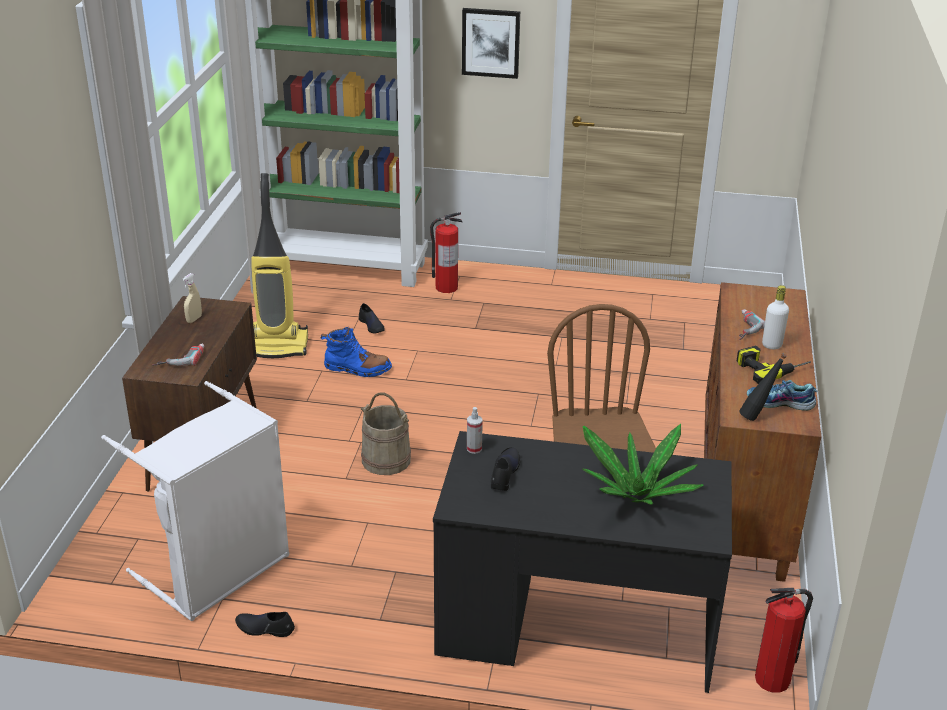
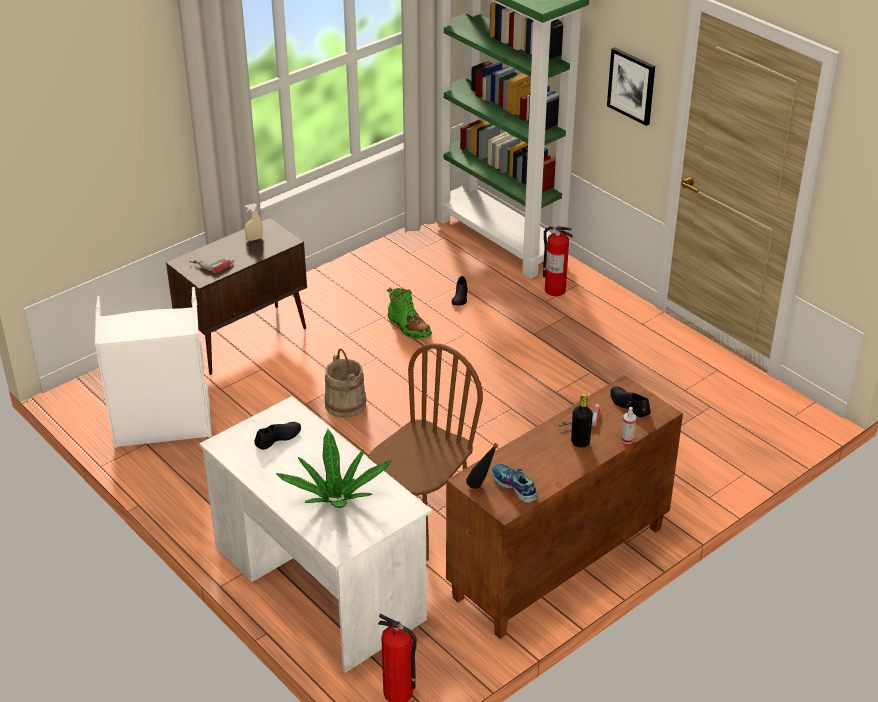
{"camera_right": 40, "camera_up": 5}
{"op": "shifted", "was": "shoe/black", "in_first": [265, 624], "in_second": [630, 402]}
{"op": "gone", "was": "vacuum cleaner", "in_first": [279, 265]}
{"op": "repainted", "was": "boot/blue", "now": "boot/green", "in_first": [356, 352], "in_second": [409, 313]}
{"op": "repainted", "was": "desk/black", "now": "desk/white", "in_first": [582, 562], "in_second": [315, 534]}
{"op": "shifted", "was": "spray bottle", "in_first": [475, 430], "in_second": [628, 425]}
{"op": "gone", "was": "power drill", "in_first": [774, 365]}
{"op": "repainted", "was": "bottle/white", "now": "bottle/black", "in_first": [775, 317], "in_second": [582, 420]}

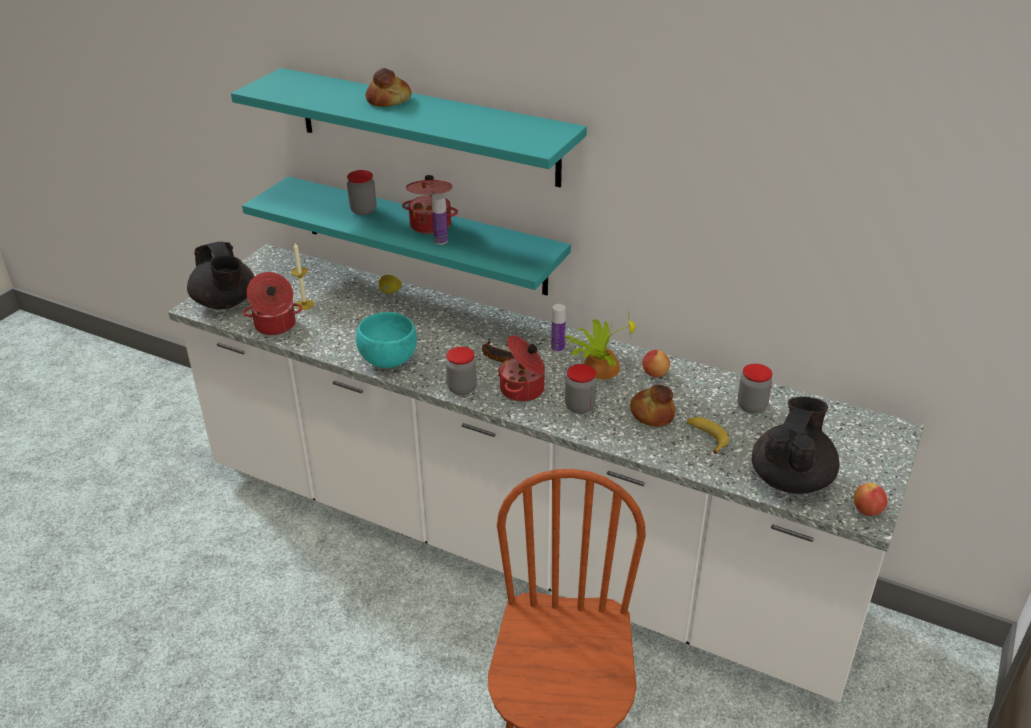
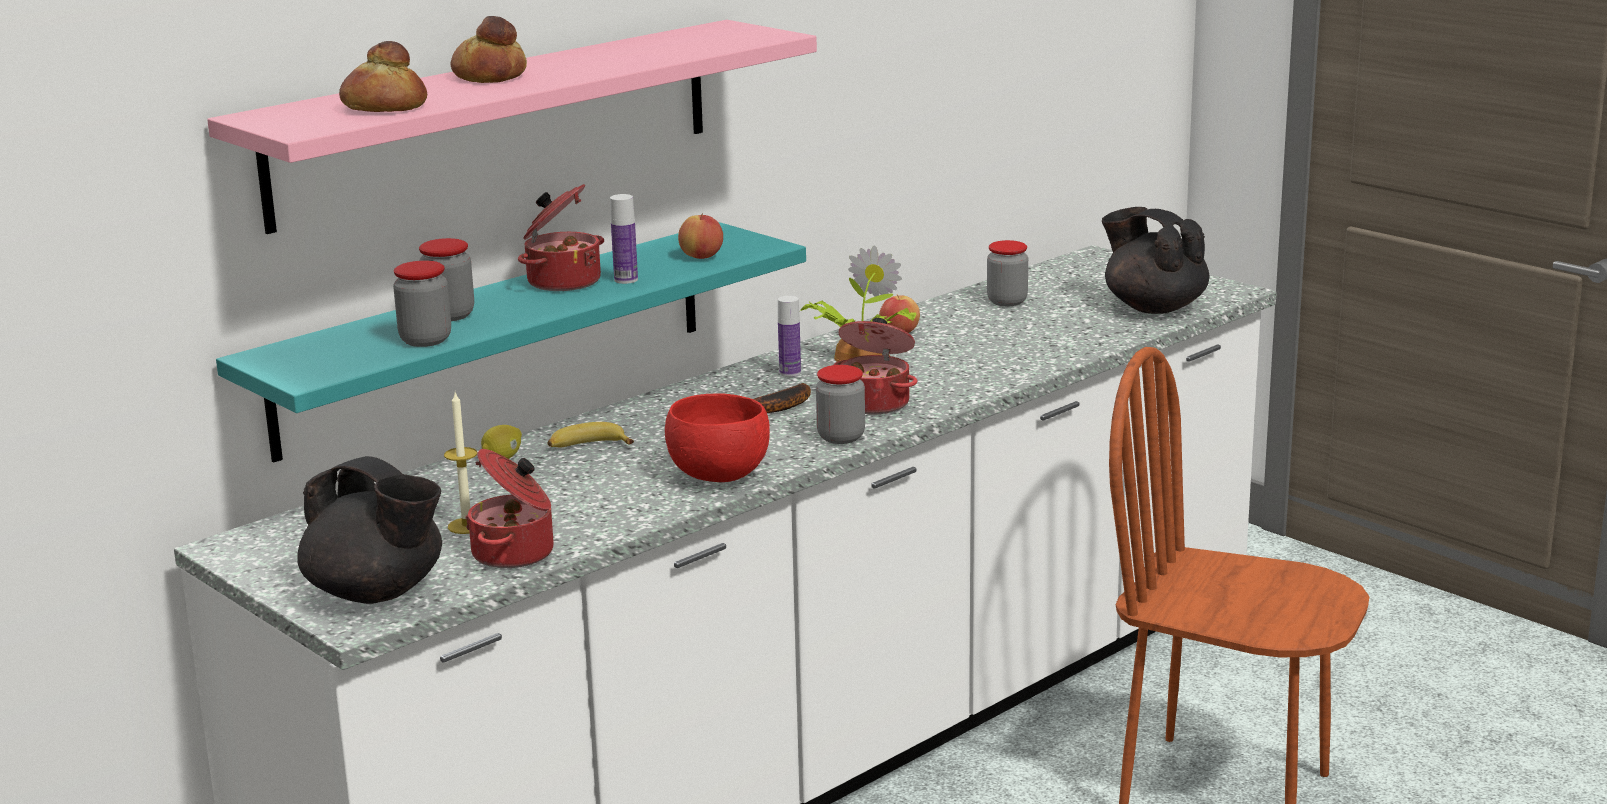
{"camera_right": -70, "camera_up": -15}
{"op": "rotated", "was": "teapot/black", "in_first": [221, 275], "in_second": [369, 530], "clockwise": 45}
{"op": "repainted", "was": "shelf/turquoise", "now": "shelf/pink", "in_first": [409, 127], "in_second": [512, 127]}
{"op": "repainted", "was": "bowl/turquoise", "now": "bowl/red", "in_first": [386, 340], "in_second": [717, 437]}
{"op": "shifted", "was": "jar", "in_first": [581, 389], "in_second": [422, 303]}
{"op": "shifted", "was": "bread", "in_first": [653, 406], "in_second": [383, 76]}
{"op": "shifted", "was": "banana", "in_first": [708, 435], "in_second": [591, 434]}
{"op": "shifted", "was": "apple", "in_first": [871, 499], "in_second": [700, 236]}

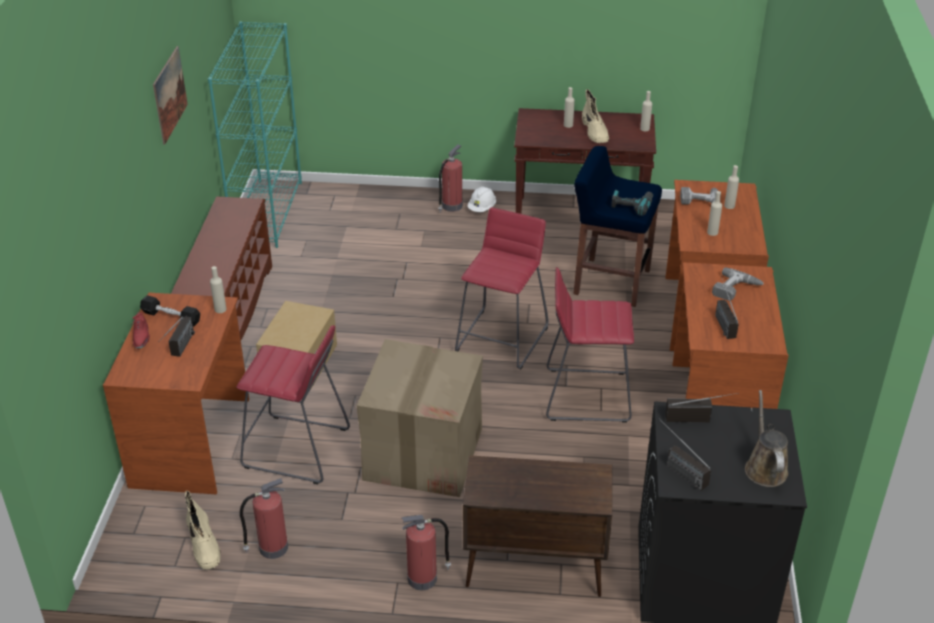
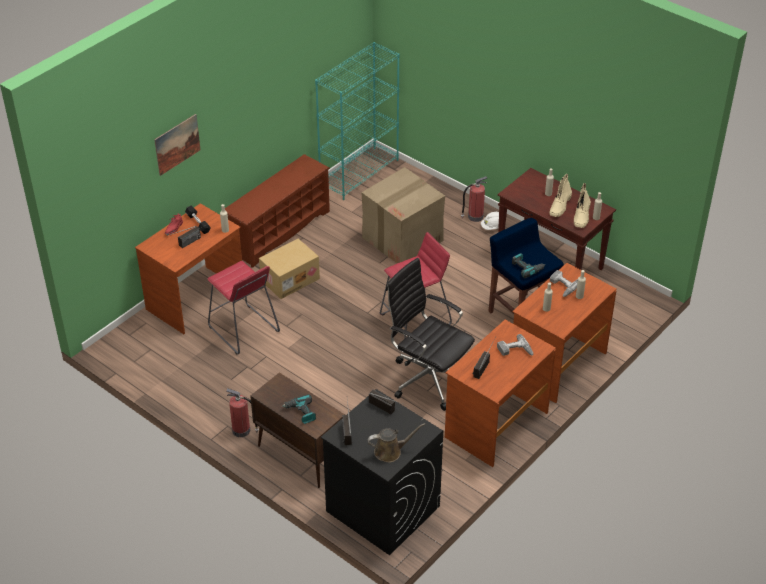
{"camera_right": 35, "camera_up": 5}
{"op": "shifted", "was": "picture", "in_first": [170, 95], "in_second": [177, 145]}
{"op": "shifted", "was": "boot/beige", "in_first": [203, 530], "in_second": [582, 205]}
{"op": "gone", "was": "fire extinguisher", "in_first": [264, 518]}
{"op": "shifted", "was": "cardboard box", "in_first": [420, 418], "in_second": [403, 215]}
{"op": "swapped", "was": "stool/red", "now": "office chair/black", "in_first": [590, 344], "in_second": [430, 334]}
{"op": "rotated", "was": "watering can/brown", "in_first": [766, 438], "in_second": [396, 442], "clockwise": 45}
{"op": "new", "now": "power drill", "in_second": [299, 409]}

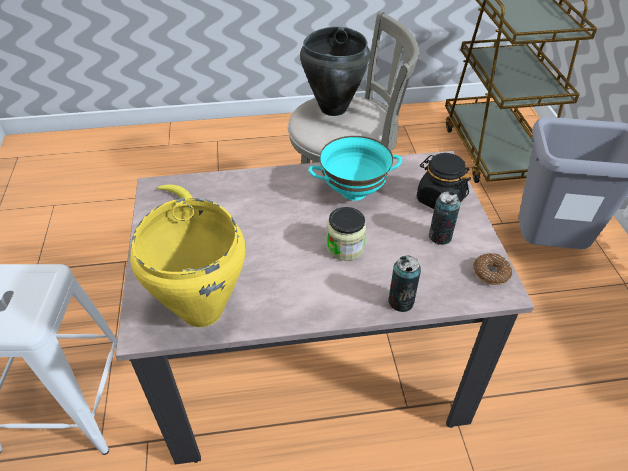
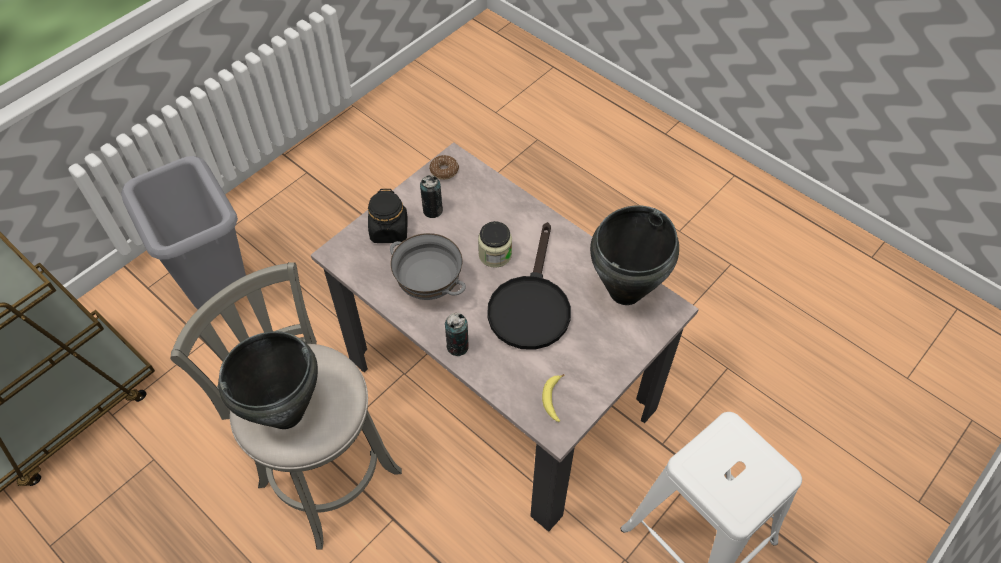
{"camera_right": -130, "camera_up": 10}
{"op": "repainted", "was": "cooking pot/yellow", "now": "cooking pot/black", "in_first": [187, 262], "in_second": [634, 255]}
{"op": "repainted", "was": "bowl/turquoise", "now": "bowl/grey", "in_first": [355, 168], "in_second": [428, 266]}
{"op": "shifted", "was": "can", "in_first": [404, 283], "in_second": [457, 334]}
{"op": "new", "now": "frying pan/black", "in_second": [529, 286]}

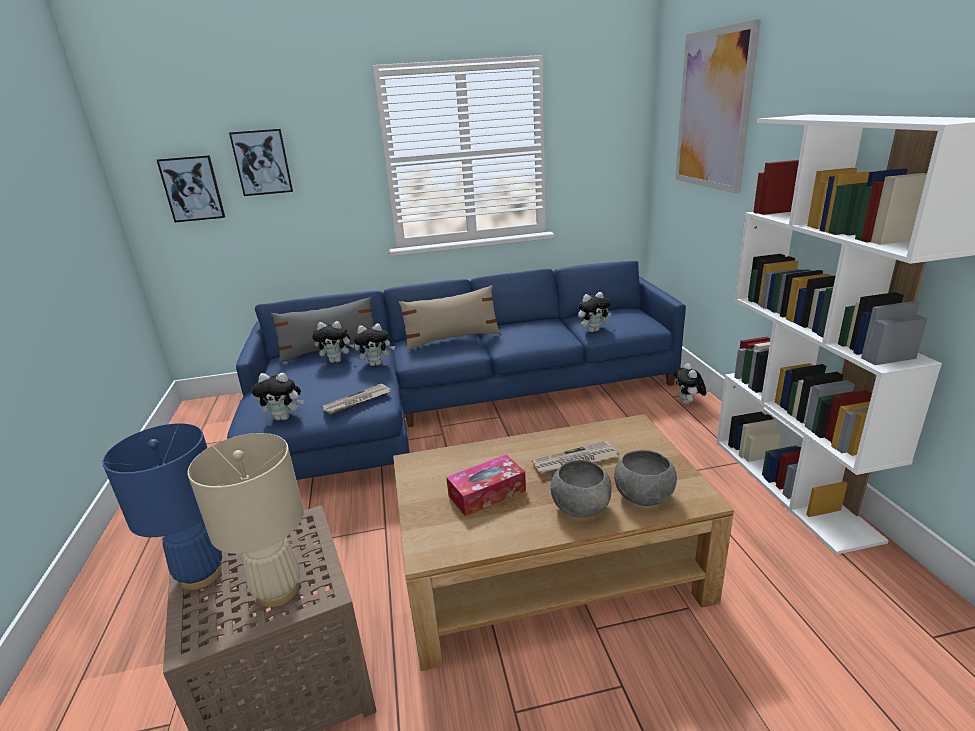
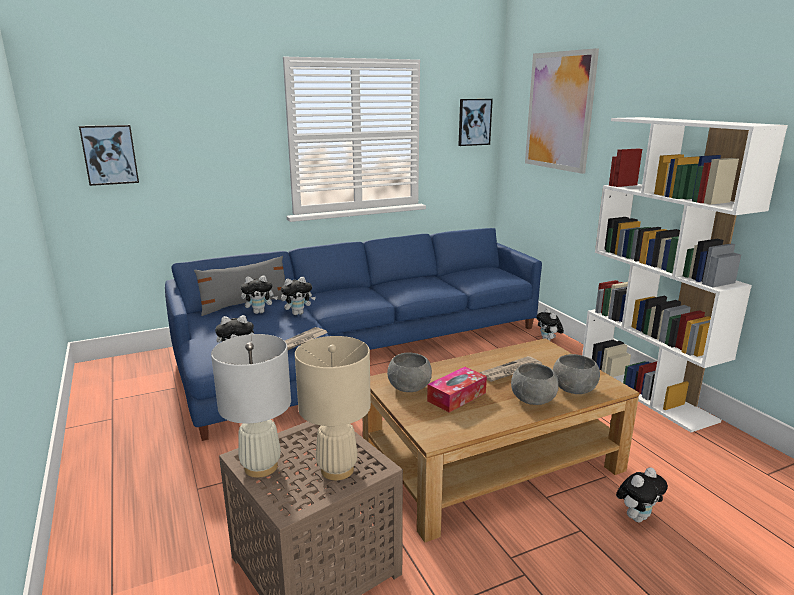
{"camera_right": -15, "camera_up": -5}
{"op": "repainted", "was": "table lamp/blue", "now": "table lamp/white", "in_first": [162, 506], "in_second": [251, 406]}
{"op": "shifted", "was": "picture", "in_first": [261, 162], "in_second": [475, 122]}
{"op": "gone", "was": "pillow/beige", "in_first": [450, 318]}
{"op": "shifted", "was": "plush toy", "in_first": [595, 312], "in_second": [642, 494]}
{"op": "new", "now": "bowl/grey", "in_second": [409, 372]}

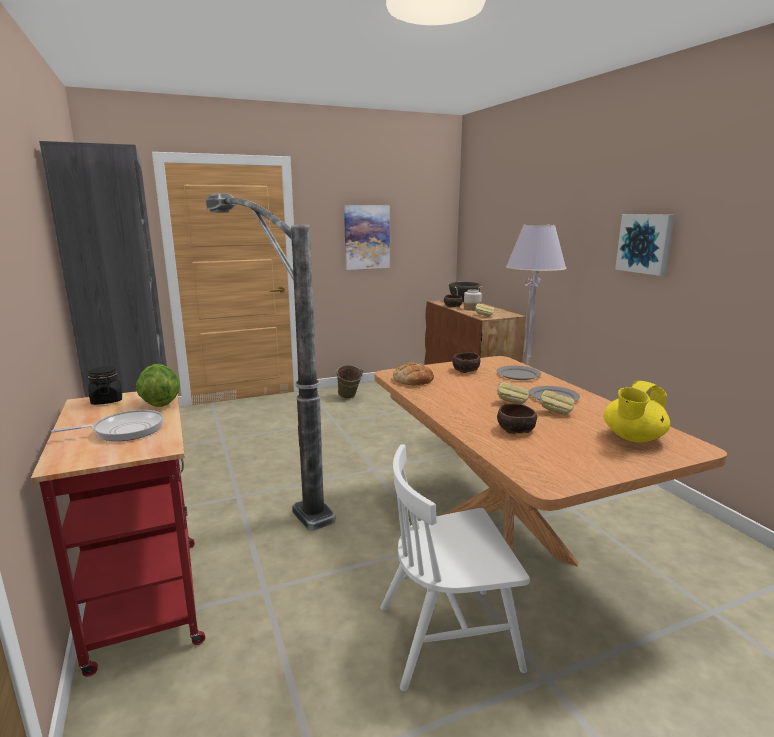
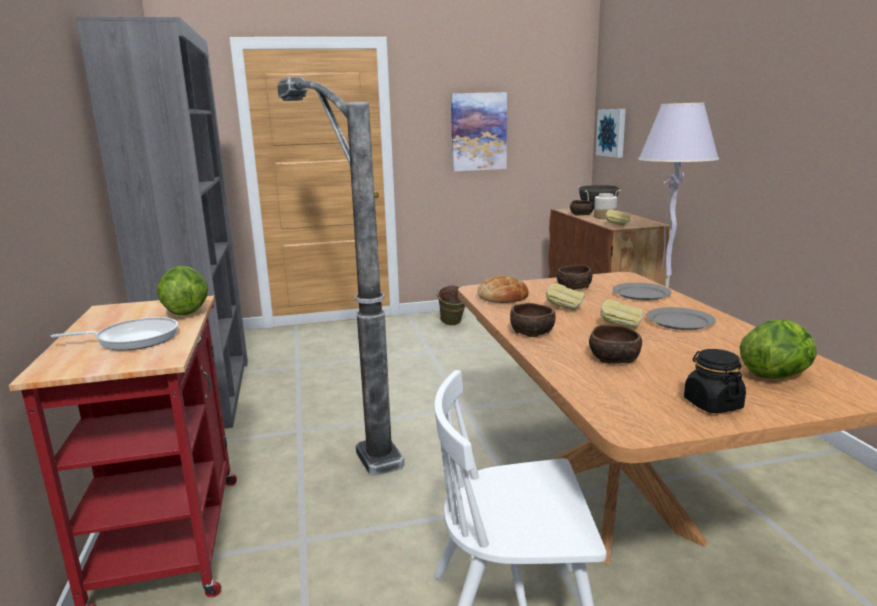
{"camera_right": 10, "camera_up": 0}
{"op": "shifted", "was": "jar/black", "in_first": [105, 385], "in_second": [715, 381]}
{"op": "shifted", "was": "bread", "in_first": [557, 402], "in_second": [565, 297]}
{"op": "swapped", "was": "teapot/yellow", "now": "lettuce", "in_first": [637, 411], "in_second": [778, 349]}
{"op": "shifted", "was": "picture", "in_first": [644, 245], "in_second": [611, 133]}
{"op": "new", "now": "bowl/brown", "in_second": [533, 320]}

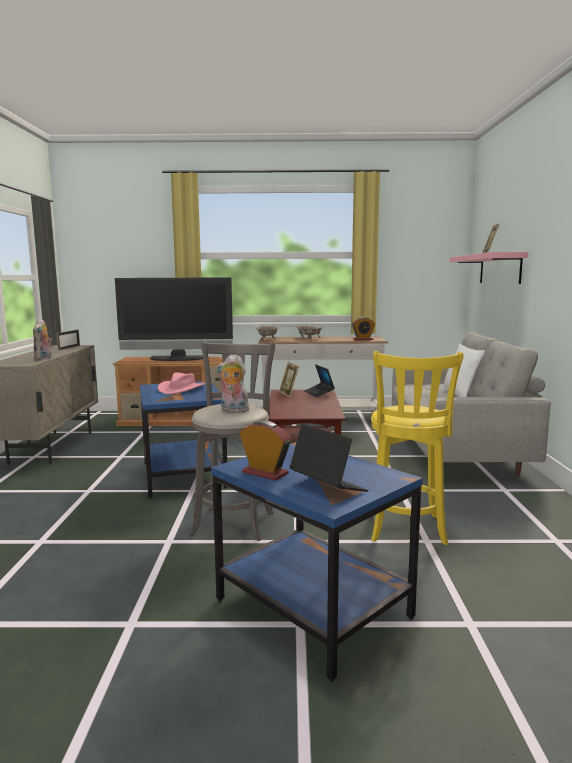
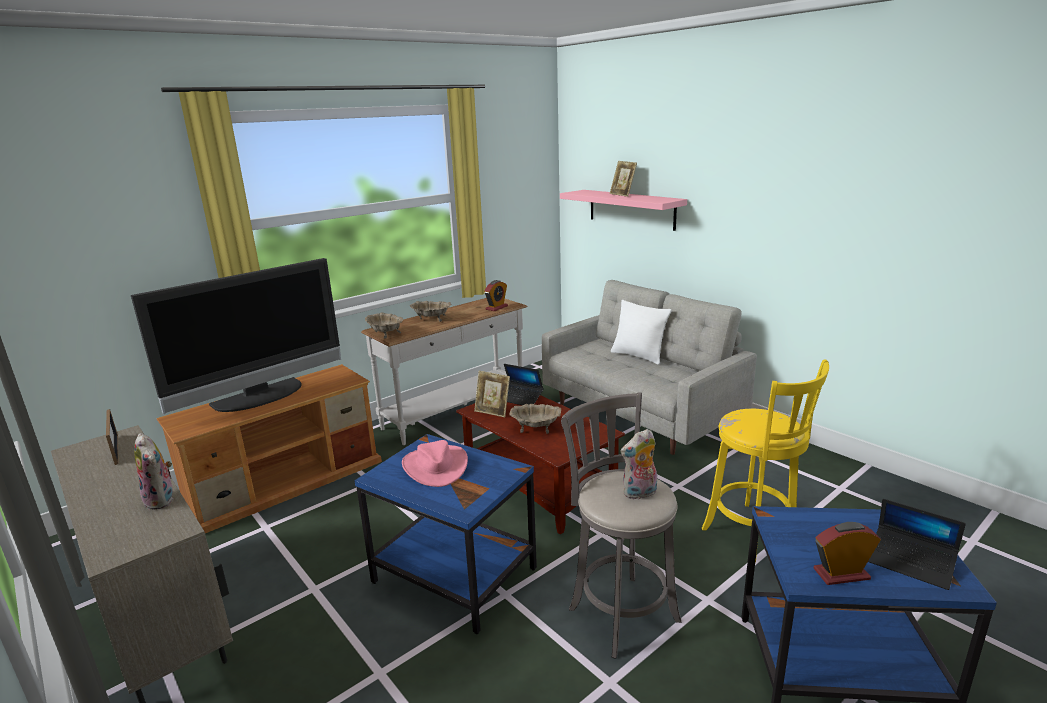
{"camera_right": -40, "camera_up": 10}
{"op": "rotated", "was": "laptop", "in_first": [329, 458], "in_second": [917, 544], "clockwise": -150}
{"op": "new", "now": "bowl/beige", "in_second": [535, 419]}

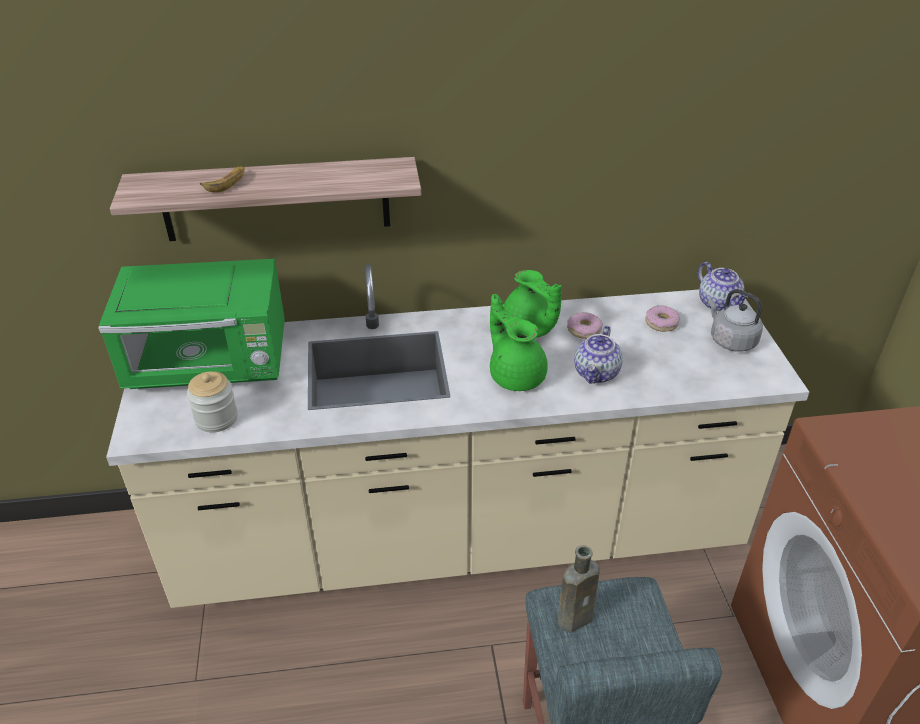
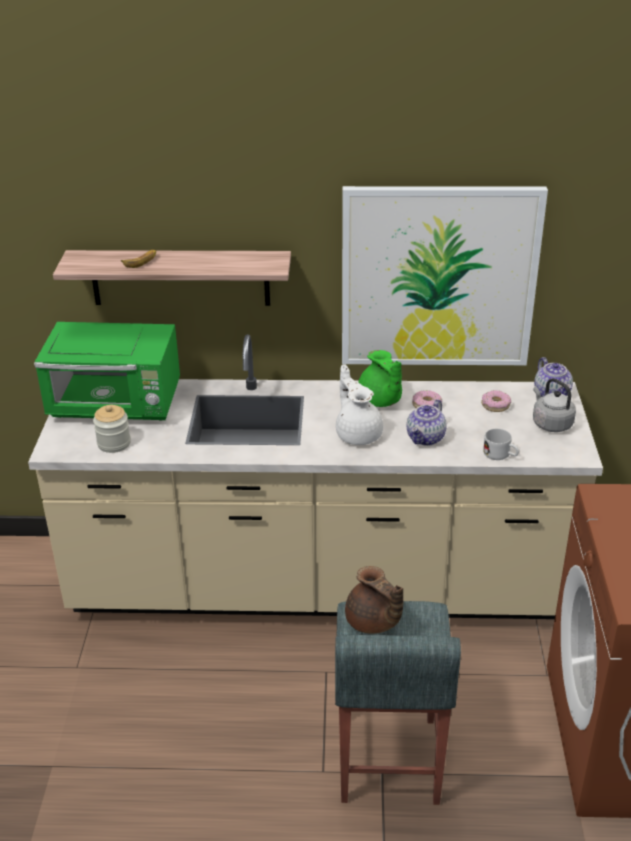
{"camera_right": 10, "camera_up": -5}
{"op": "repainted", "was": "teapot/green", "now": "teapot/white", "in_first": [519, 342], "in_second": [359, 404]}
{"op": "swapped", "was": "bottle/brown", "now": "teapot/brown", "in_first": [578, 588], "in_second": [374, 600]}
{"op": "new", "now": "picture", "in_second": [445, 275]}
{"op": "new", "now": "mug/white", "in_second": [501, 444]}

